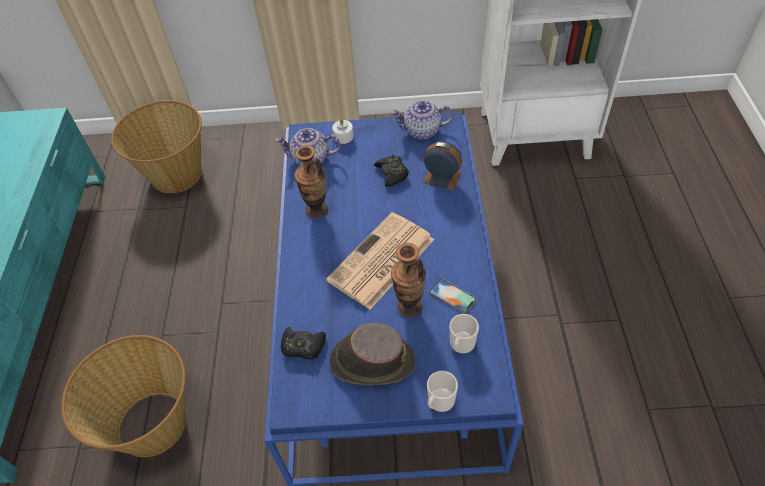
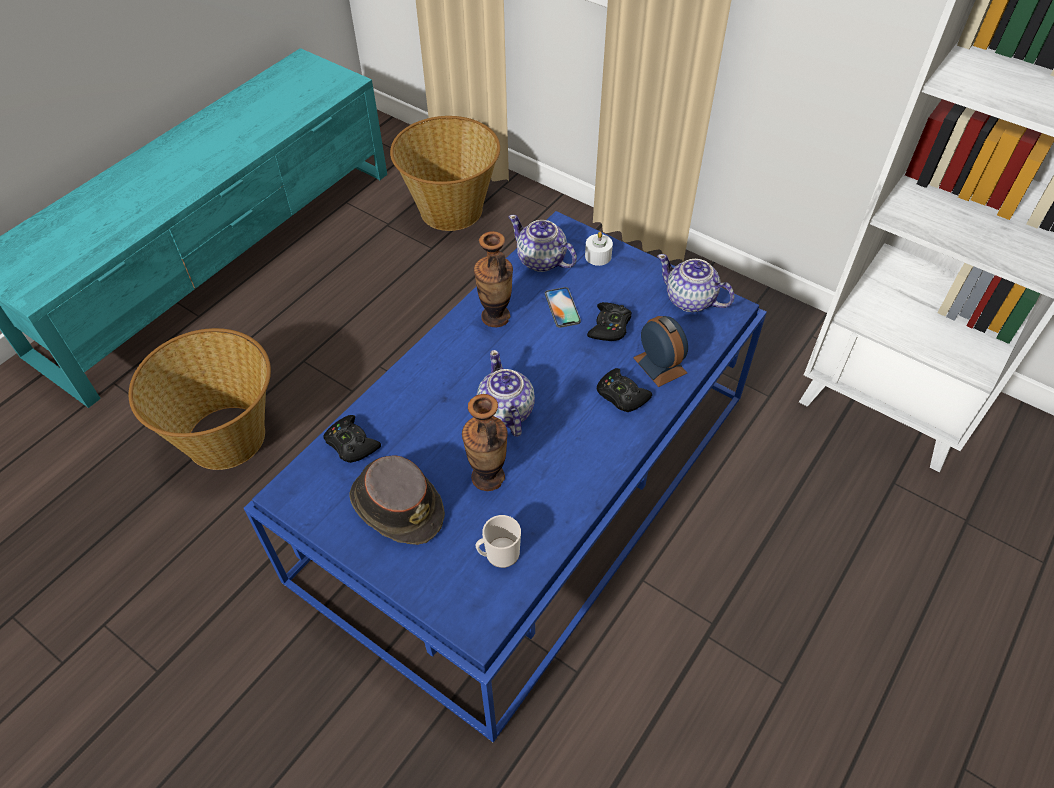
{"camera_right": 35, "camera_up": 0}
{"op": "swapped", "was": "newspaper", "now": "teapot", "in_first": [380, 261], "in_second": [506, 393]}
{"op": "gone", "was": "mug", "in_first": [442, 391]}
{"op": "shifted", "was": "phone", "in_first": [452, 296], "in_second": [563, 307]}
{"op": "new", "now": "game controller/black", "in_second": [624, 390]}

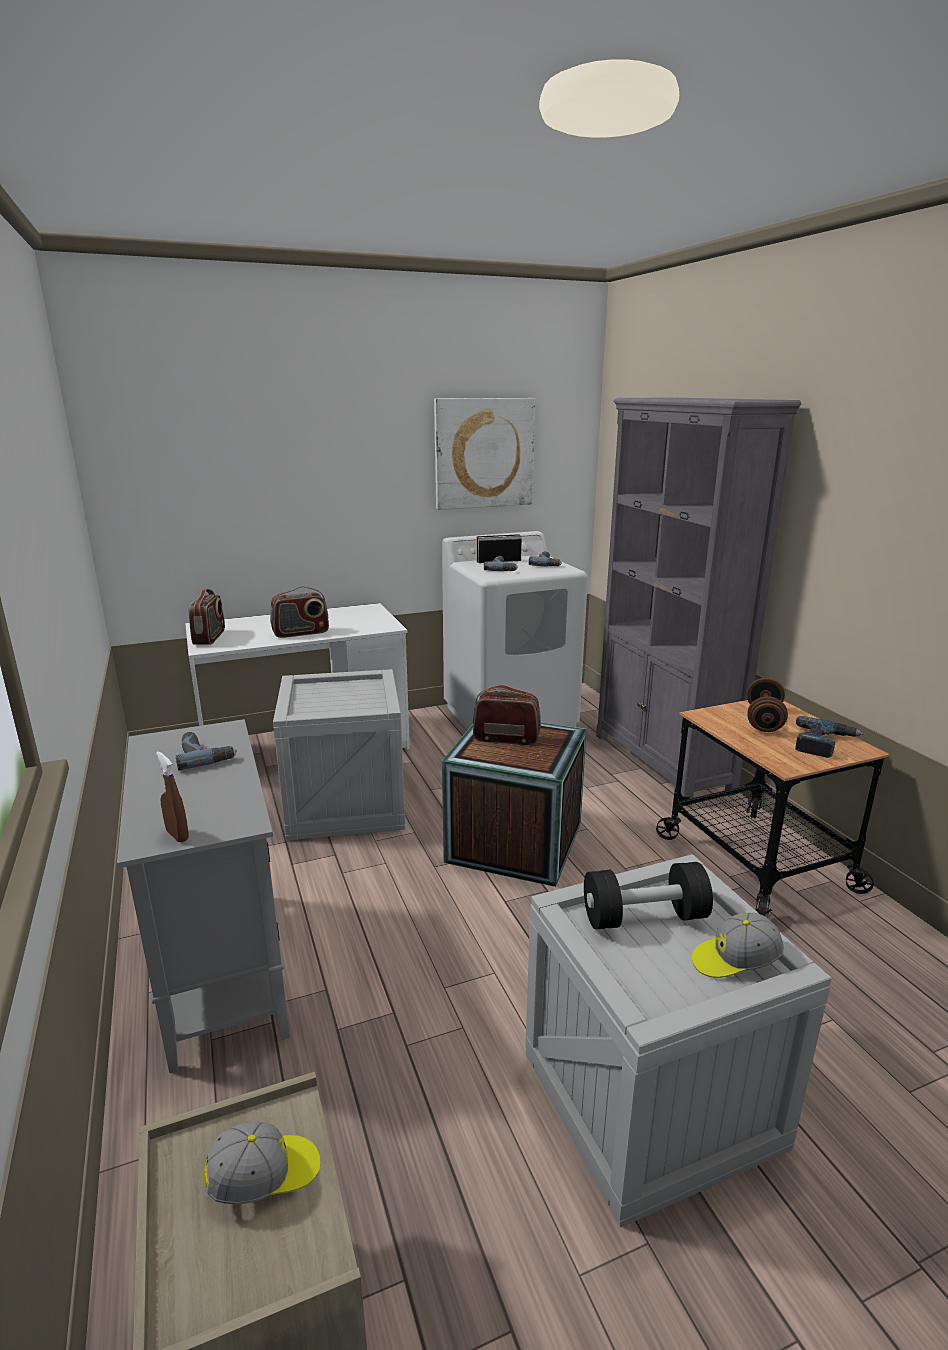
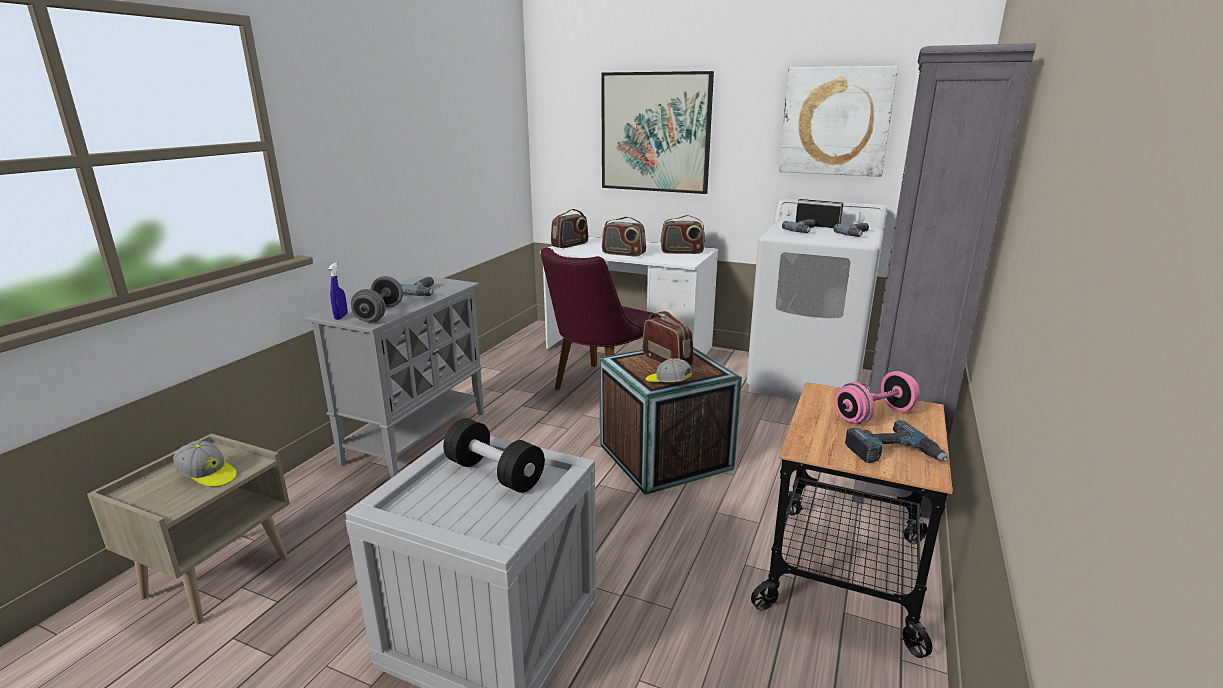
{"camera_right": 45, "camera_up": 0}
{"op": "repainted", "was": "spray bottle/brown", "now": "spray bottle/blue", "in_first": [172, 796], "in_second": [338, 291]}
{"op": "swapped", "was": "crate", "now": "chair/purple", "in_first": [339, 755], "in_second": [600, 319]}
{"op": "shifted", "was": "cap", "in_first": [738, 945], "in_second": [669, 370]}
{"op": "repainted", "was": "dumbbell/brown", "now": "dumbbell/pink", "in_first": [767, 705], "in_second": [877, 397]}
{"op": "new", "now": "dumbbell/grey", "in_second": [377, 299]}
{"op": "new", "now": "picture", "in_second": [657, 132]}
{"op": "new", "now": "radio", "in_second": [682, 234]}

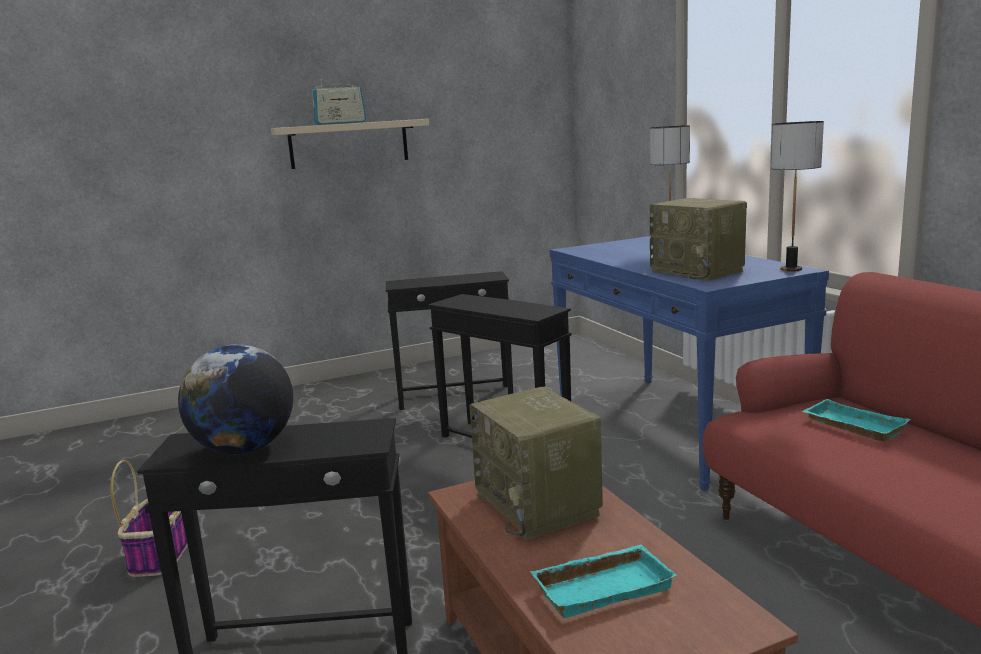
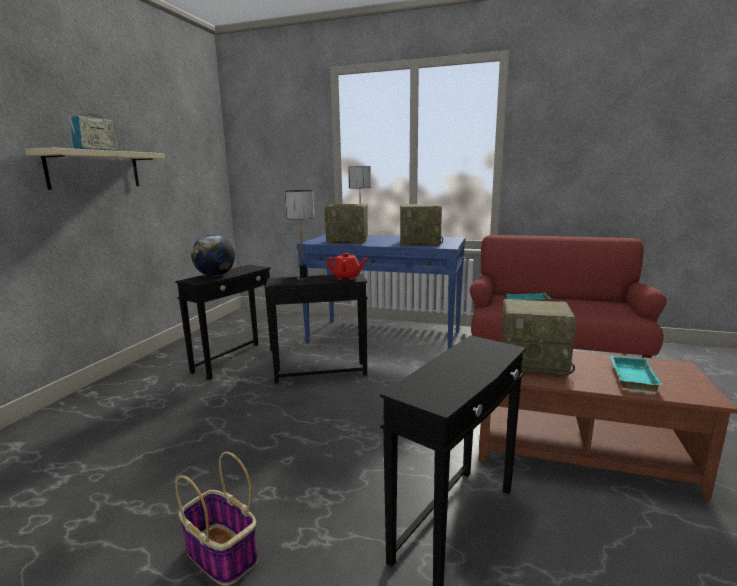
{"camera_right": -50, "camera_up": 0}
{"op": "shifted", "was": "globe", "in_first": [235, 399], "in_second": [213, 255]}
{"op": "shifted", "was": "table lamp", "in_first": [797, 196], "in_second": [299, 235]}
{"op": "new", "now": "radio", "in_second": [346, 224]}
{"op": "new", "now": "teapot/red", "in_second": [347, 266]}

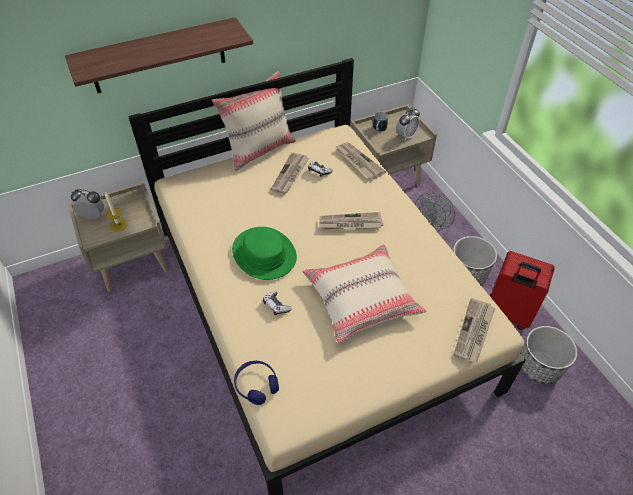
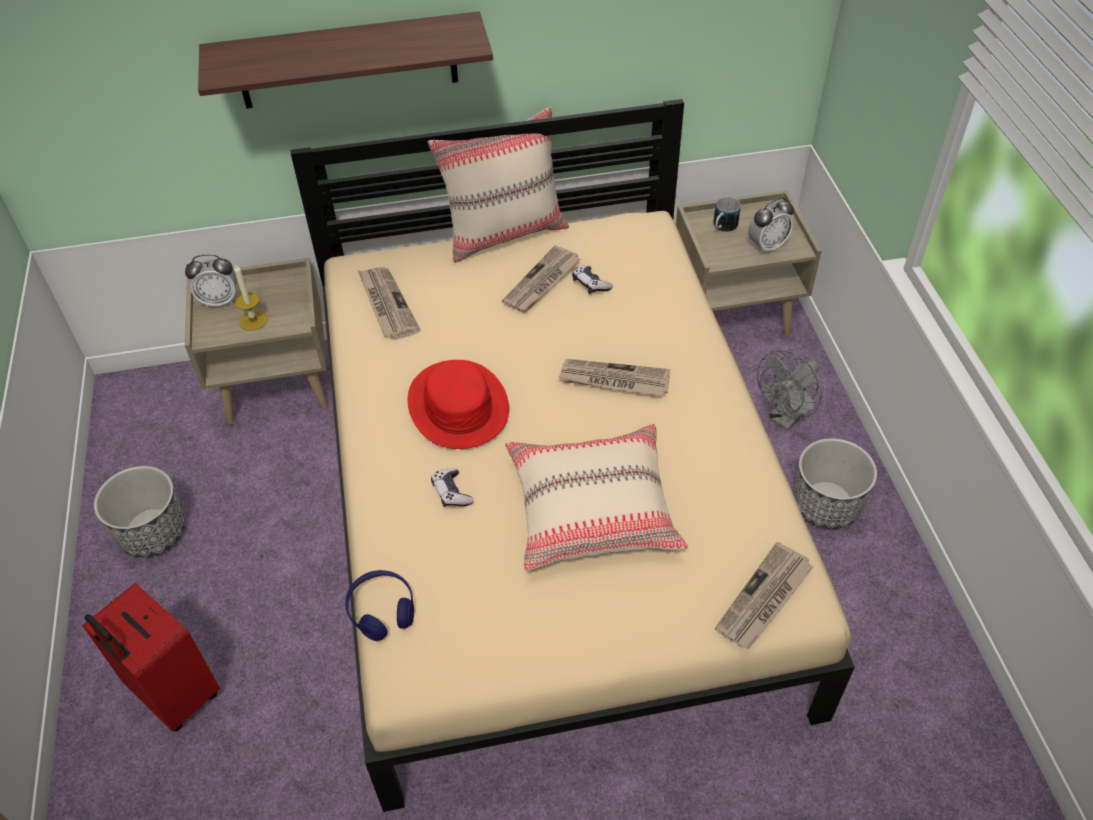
{"camera_right": 15, "camera_up": 0}
{"op": "rotated", "was": "alarm clock", "in_first": [87, 204], "in_second": [211, 280], "clockwise": 150}
{"op": "repainted", "was": "hat/green", "now": "hat/red", "in_first": [264, 253], "in_second": [458, 404]}
{"op": "shifted", "was": "newspaper", "in_first": [361, 160], "in_second": [389, 303]}
{"op": "shifted", "was": "suitcase/red", "in_first": [522, 290], "in_second": [151, 657]}
{"op": "shifted", "was": "planter", "in_first": [549, 355], "in_second": [139, 511]}

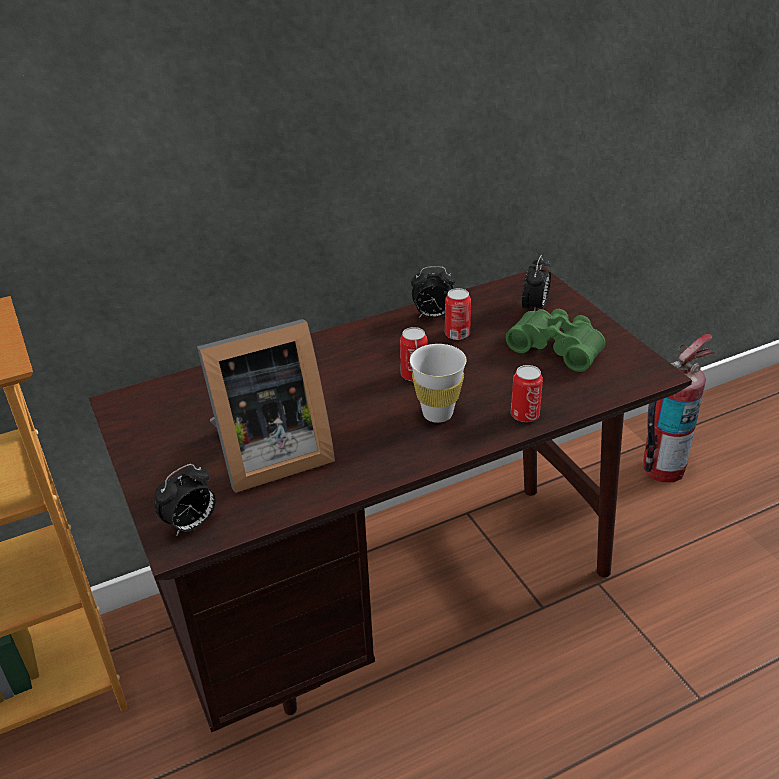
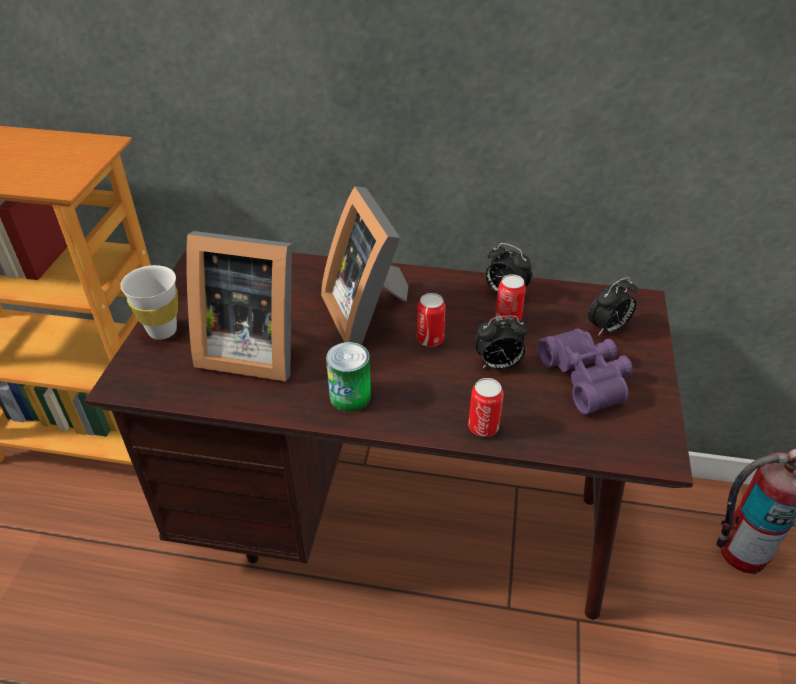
{"camera_right": 35, "camera_up": 5}
{"op": "shifted", "was": "alarm clock", "in_first": [185, 500], "in_second": [501, 342]}
{"op": "shifted", "was": "cup/white", "in_first": [438, 383], "in_second": [149, 302]}
{"op": "repainted", "was": "binoculars/green", "now": "binoculars/purple", "in_first": [555, 340], "in_second": [585, 371]}
{"op": "new", "now": "picture frame", "in_second": [364, 265]}
{"op": "new", "now": "can", "in_second": [348, 377]}

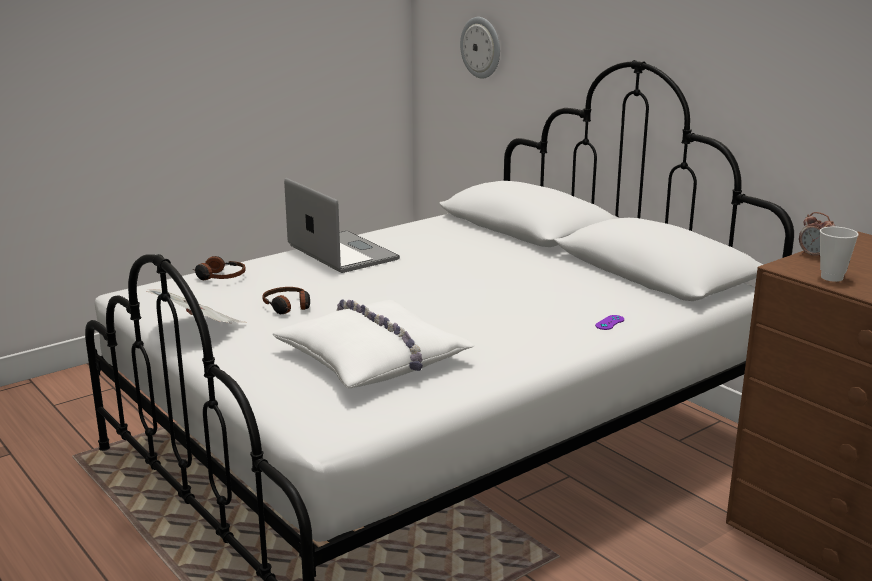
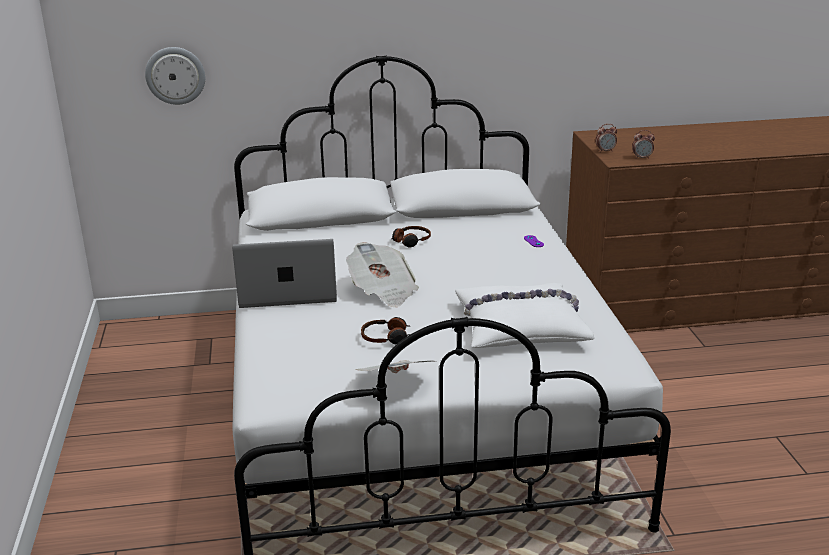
{"camera_right": -60, "camera_up": 5}
{"op": "shifted", "was": "headphones", "in_first": [219, 268], "in_second": [411, 236]}
{"op": "swapped", "was": "cup", "now": "alarm clock", "in_first": [839, 254], "in_second": [643, 144]}
{"op": "new", "now": "newspaper", "in_second": [382, 275]}

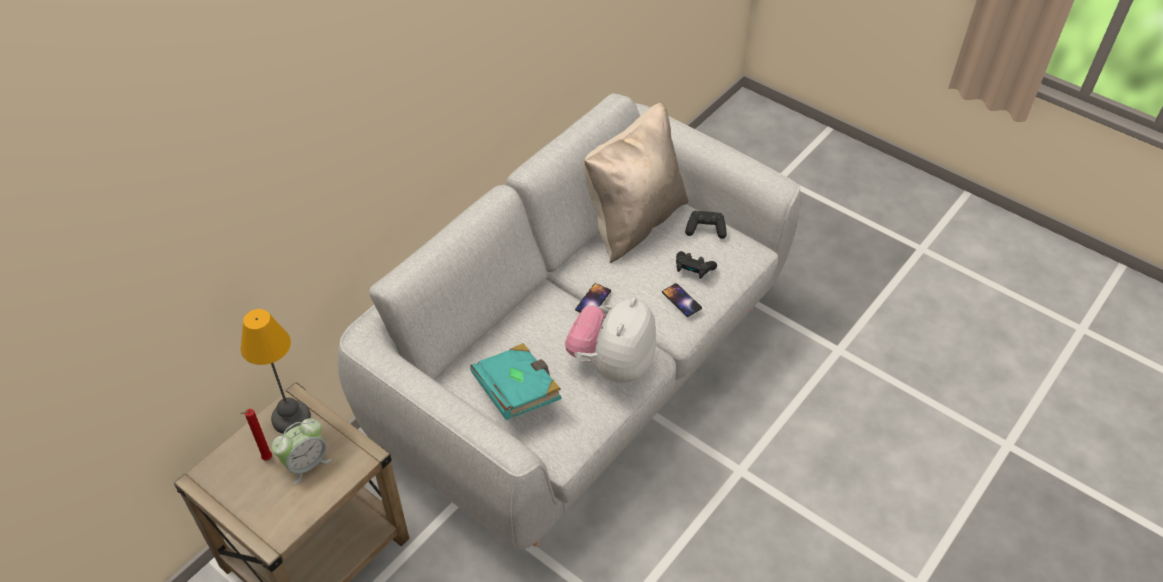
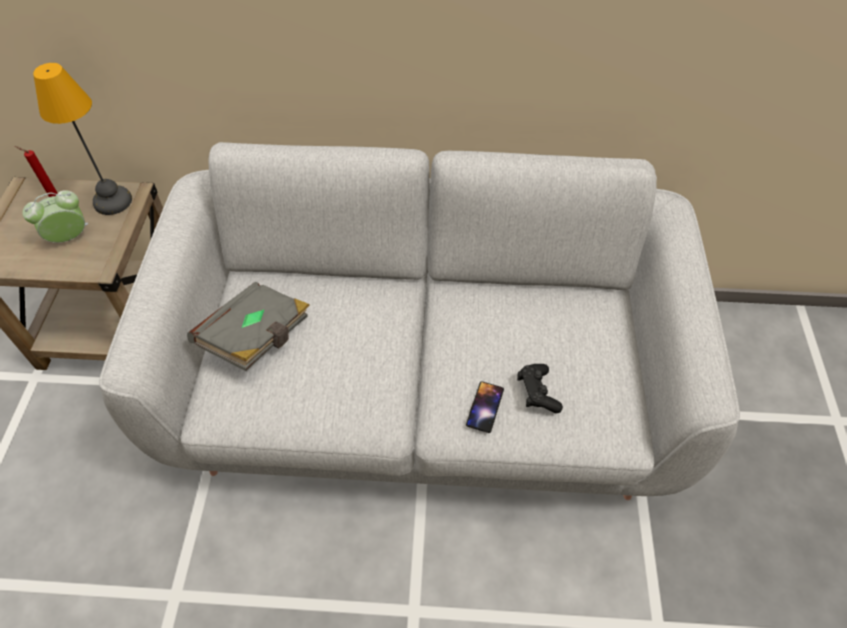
{"camera_right": 55, "camera_up": 5}
{"op": "rotated", "was": "alarm clock", "in_first": [302, 451], "in_second": [55, 216], "clockwise": 135}
{"op": "repainted", "was": "book/turquoise", "now": "book/grey", "in_first": [516, 381], "in_second": [248, 326]}
{"op": "gone", "was": "plush toy", "in_first": [610, 340]}
{"op": "gone", "was": "phone", "in_first": [593, 298]}
{"op": "gone", "was": "pillow/beige", "in_first": [636, 182]}
{"op": "gone", "was": "game controller/black", "in_first": [706, 225]}

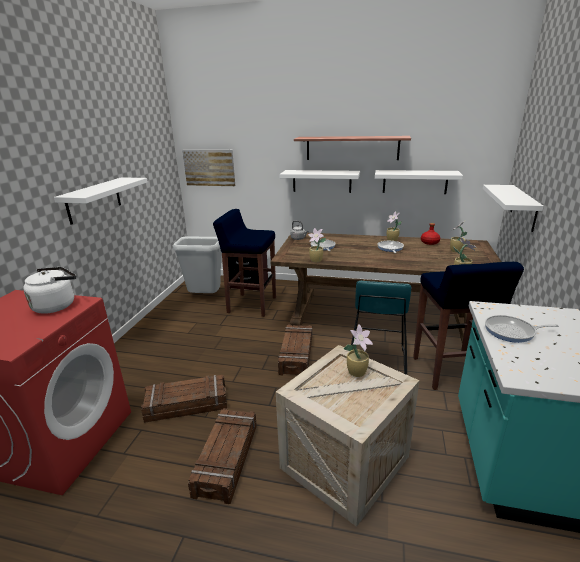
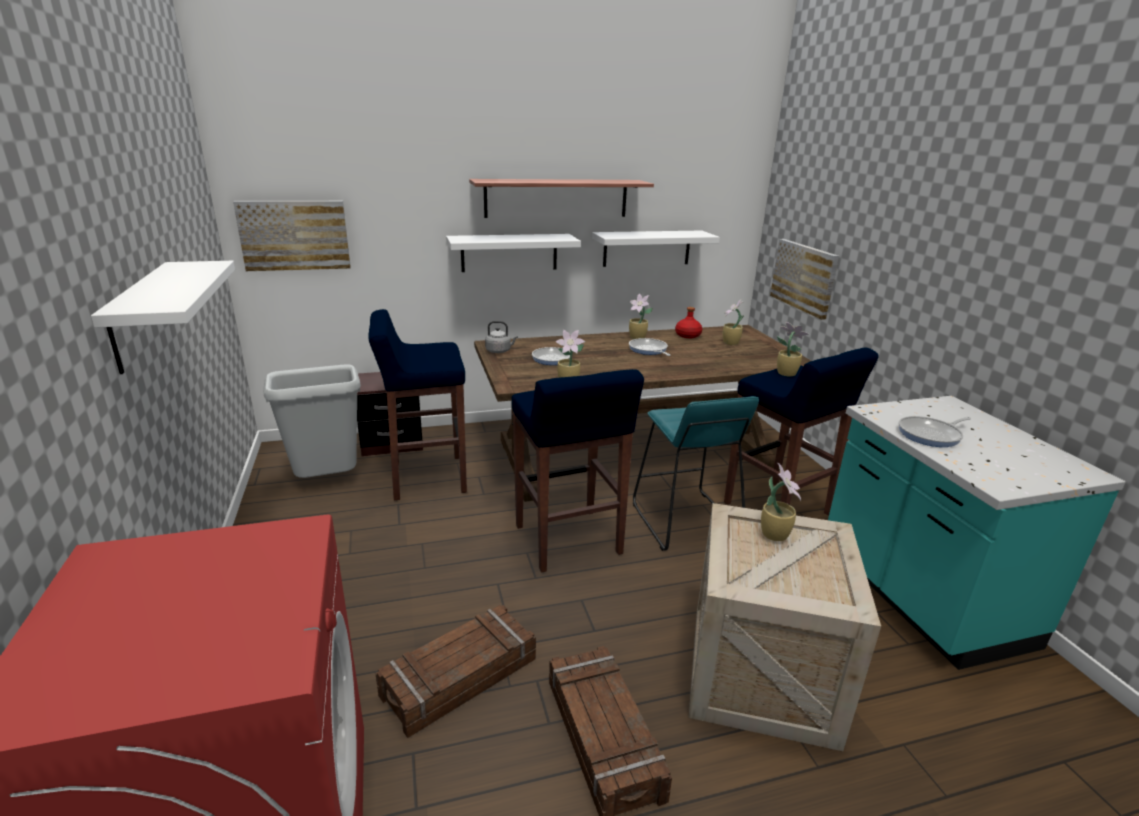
{"camera_right": -30, "camera_up": 0}
{"op": "gone", "was": "kettle/white", "in_first": [49, 290]}
{"op": "swapped", "was": "crate", "now": "stool/blue", "in_first": [295, 349], "in_second": [578, 471]}
{"op": "swapped", "was": "shelf/white", "now": "picture", "in_first": [513, 208], "in_second": [804, 279]}

